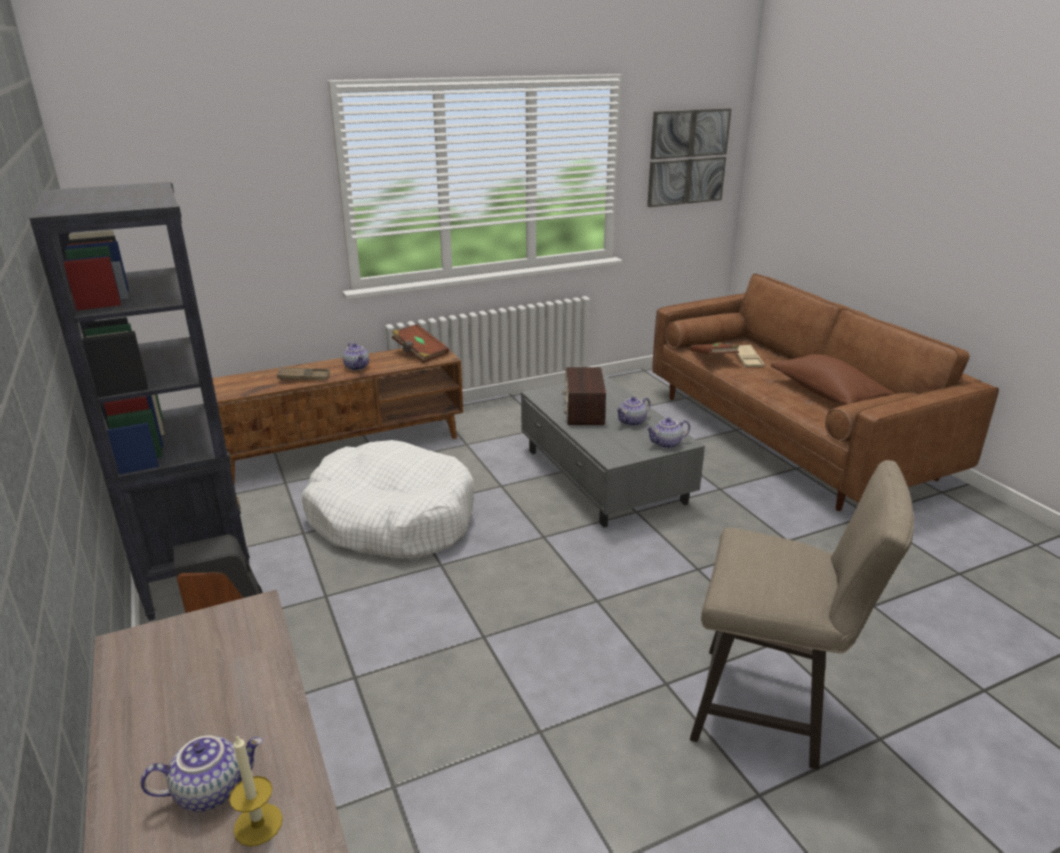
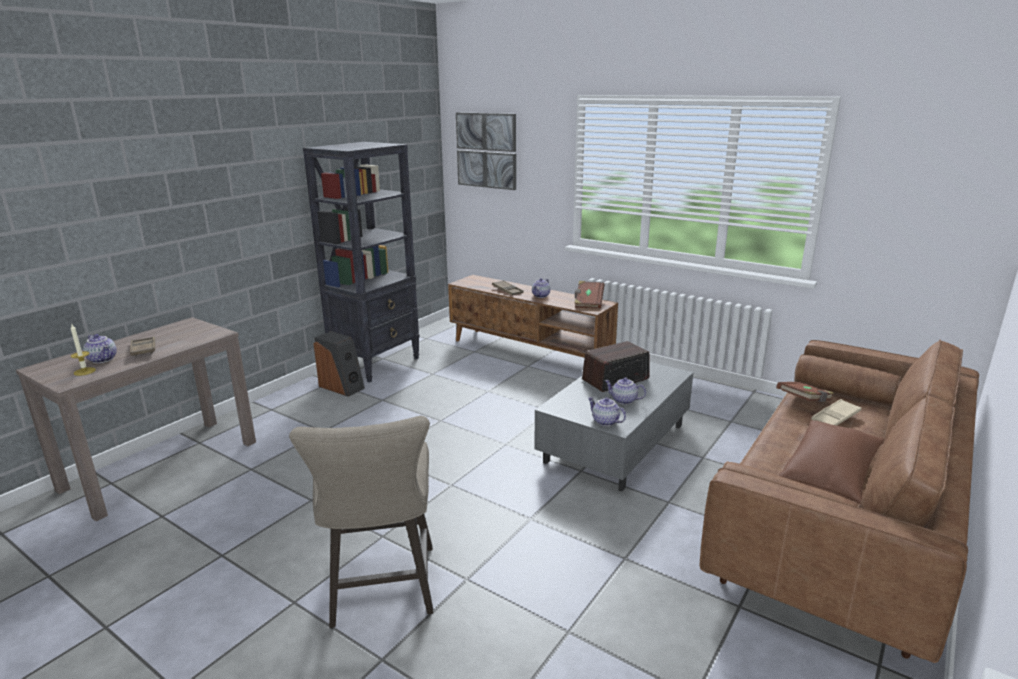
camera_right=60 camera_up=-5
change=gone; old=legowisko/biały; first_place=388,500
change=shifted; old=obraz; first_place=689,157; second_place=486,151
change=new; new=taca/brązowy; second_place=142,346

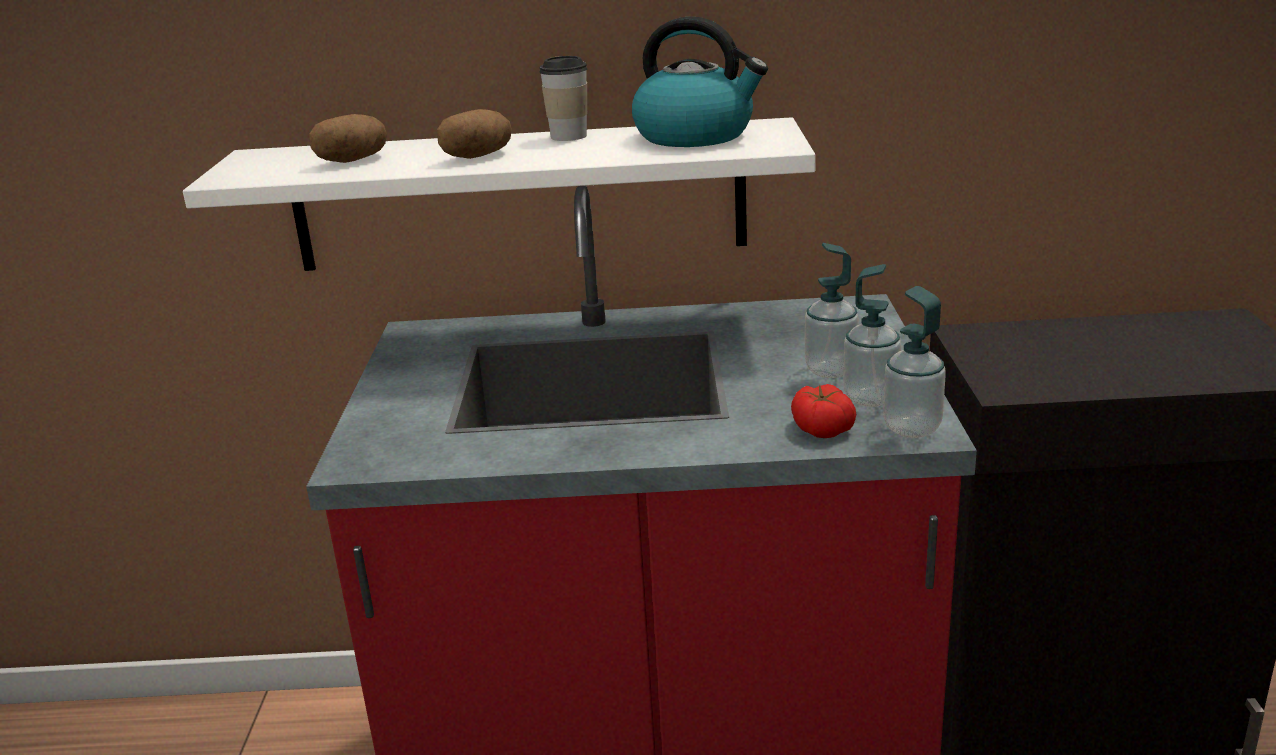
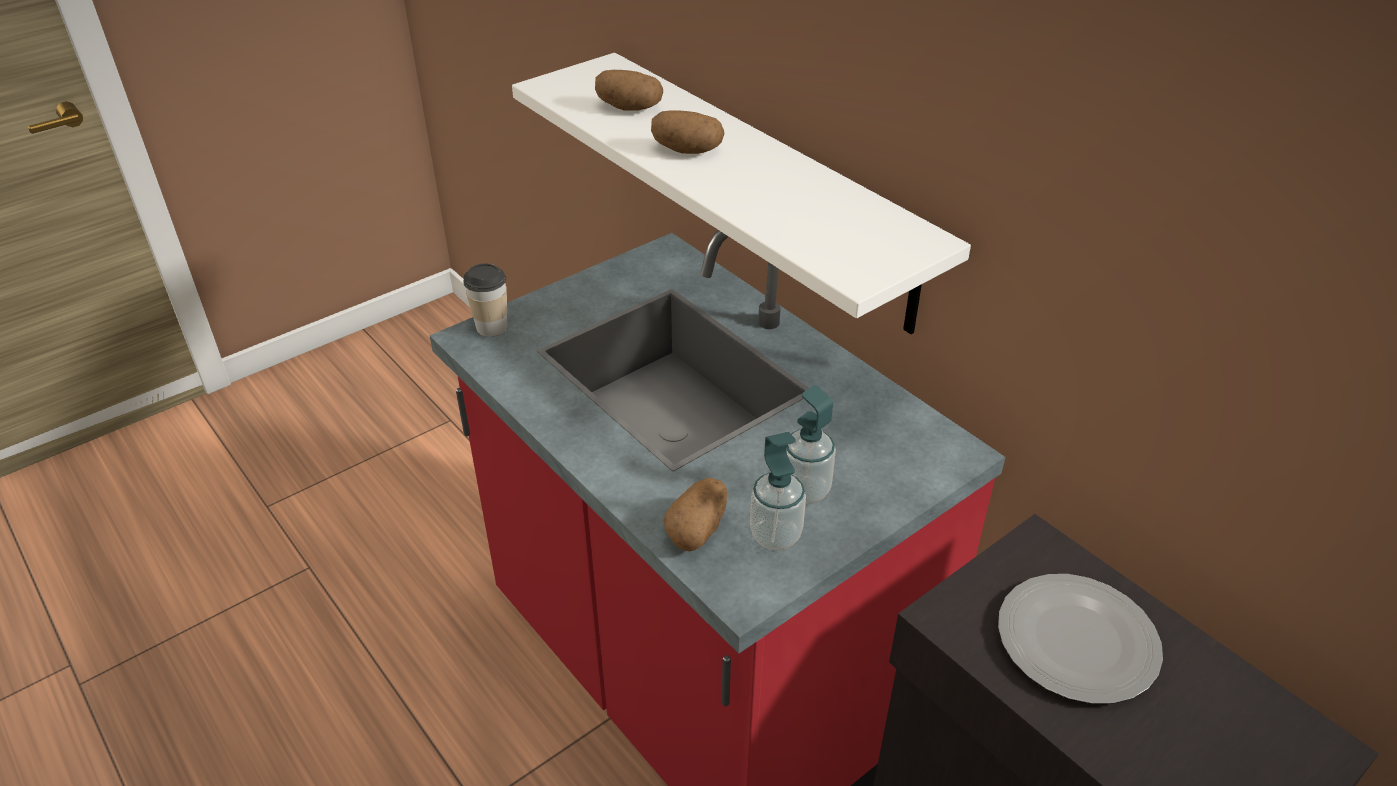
camera_right=50 camera_up=15
change=shifted; old=filiżanka; first_place=563,98; second_place=485,300
change=gone; old=czajnik; first_place=700,81
change=swapped; old=pomidor; new=ziemniak; first_place=824,411; second_place=695,514
change=gone; old=dozownik mydła; first_place=914,362
change=new; new=talerz; second_place=1080,639

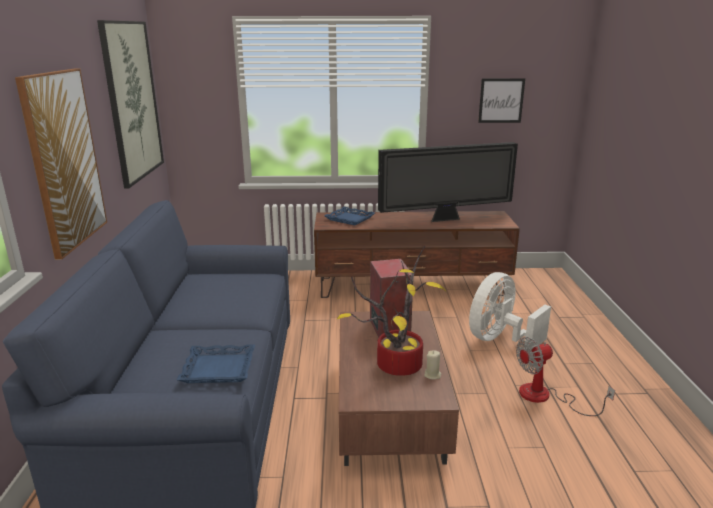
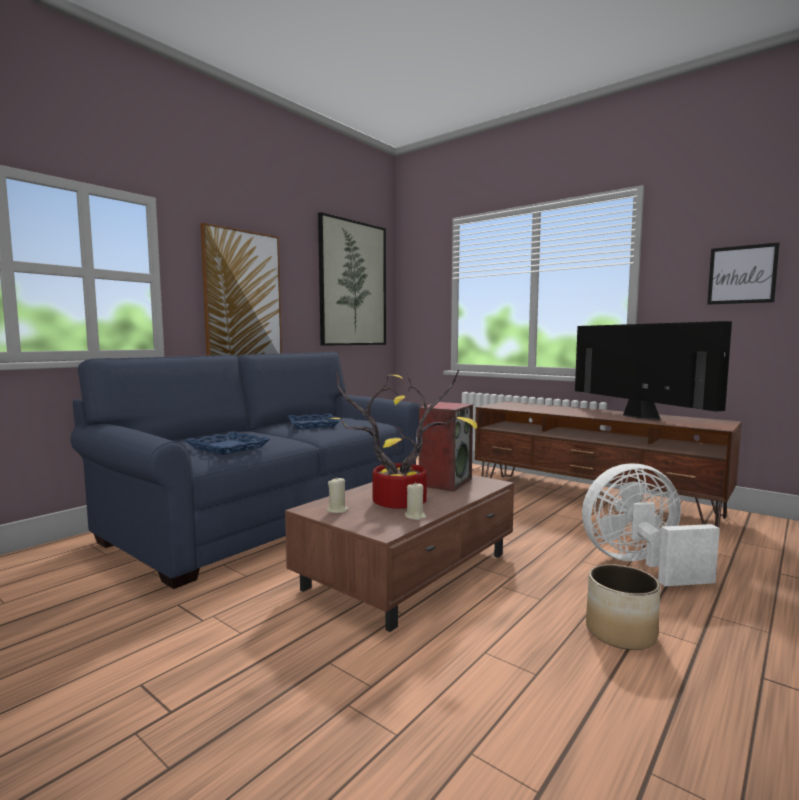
camera_right=40 camera_up=-15
change=shifted; old=taca/niebieski; first_place=349,216; second_place=314,421
change=rotated; old=telewizor; first_place=448,182; second_place=653,370; degrees=-135
change=swapped; old=wentylator; new=donica; first_place=565,376; second_place=623,607
change=new; new=świeca/beżowy; second_place=338,495

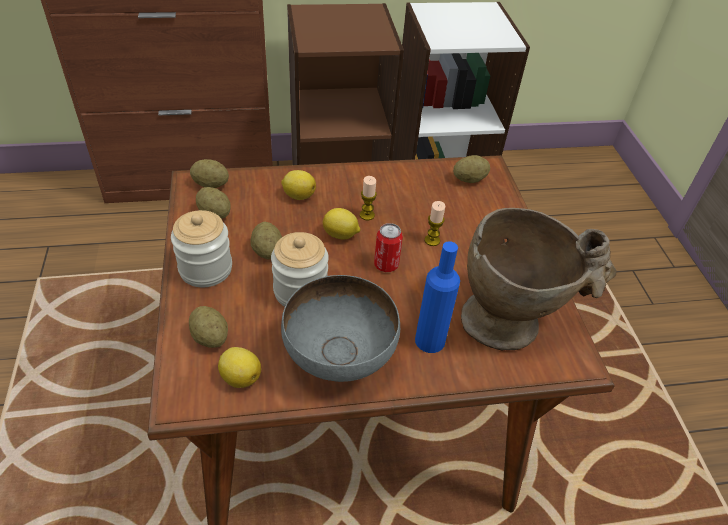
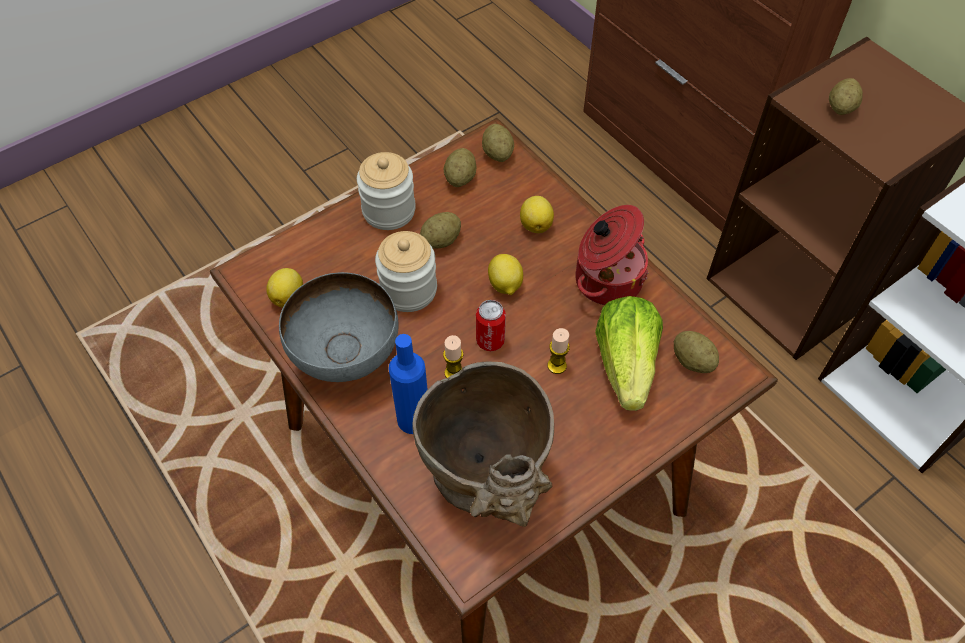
camera_right=65 camera_up=10
change=shifted; old=ziemniak; first_place=208,327; second_place=846,96
change=shifted; old=świeca; first_place=368,198; second_place=453,356
change=new; new=garnek; second_place=611,255
change=new; new=sałata; second_place=629,353

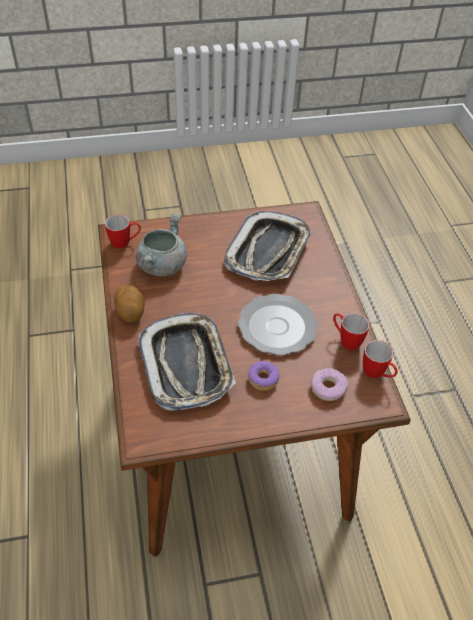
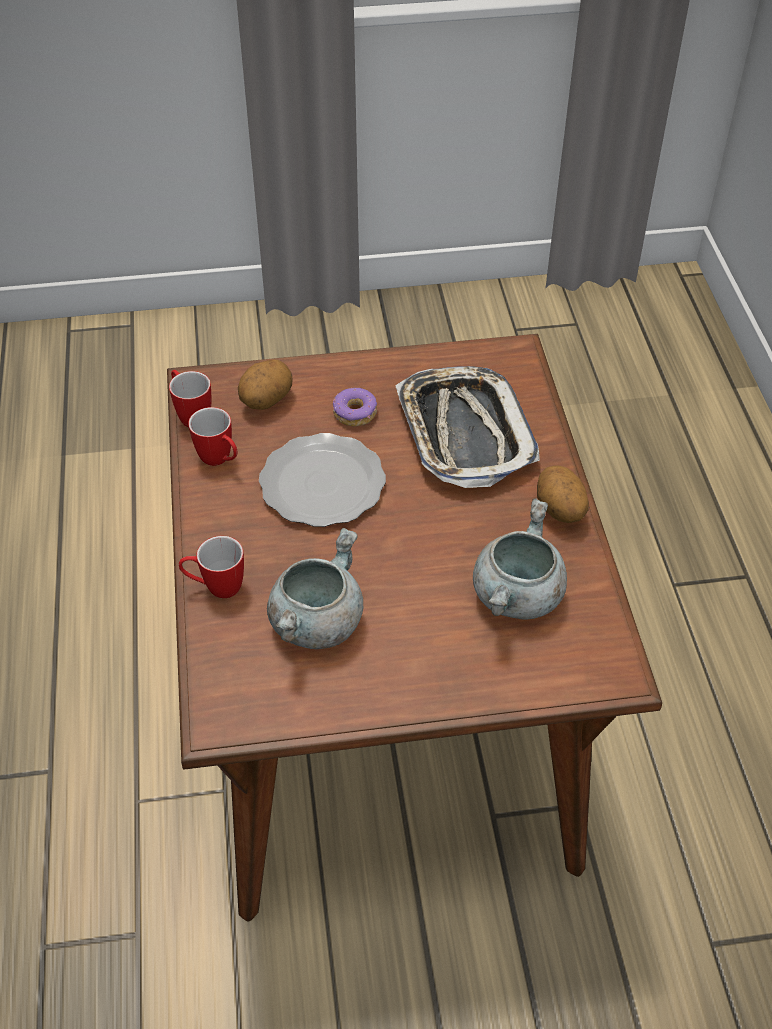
camera_right=-175 camera_up=0
change=shifted; old=kubek; first_place=123,231; second_place=211,567
change=swapped; old=taca; new=garnek/szary; first_place=267,246; second_place=315,588
change=swapped; old=donut; new=ziemniak; first_place=329,384; second_place=265,384

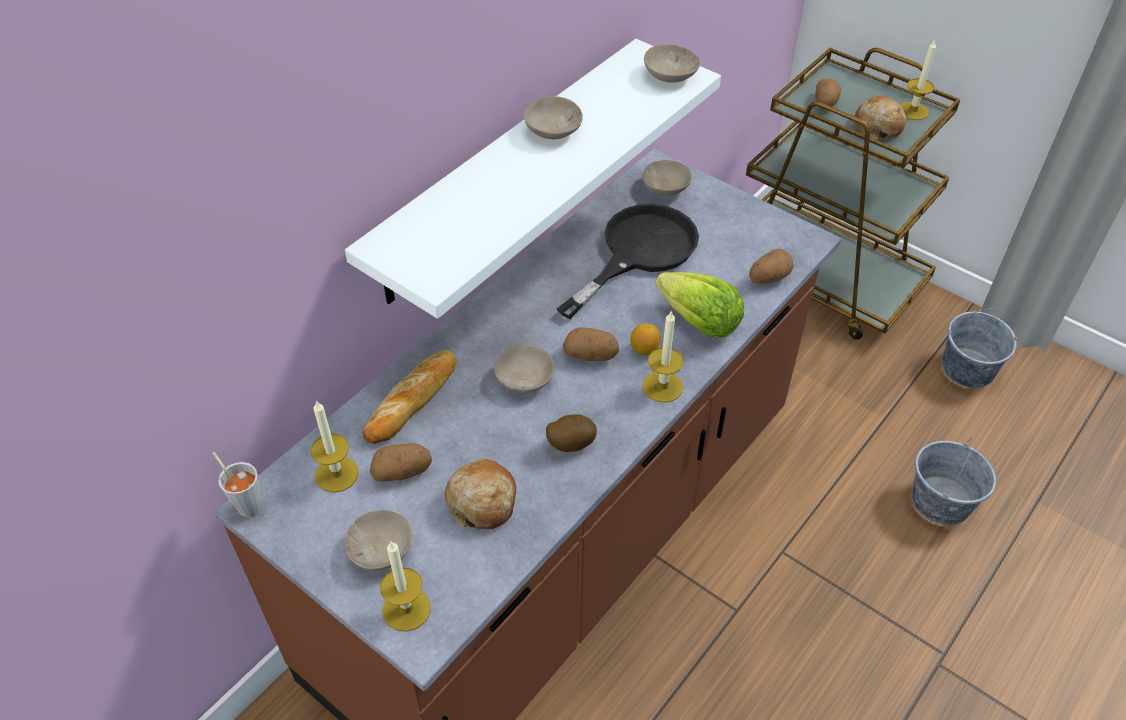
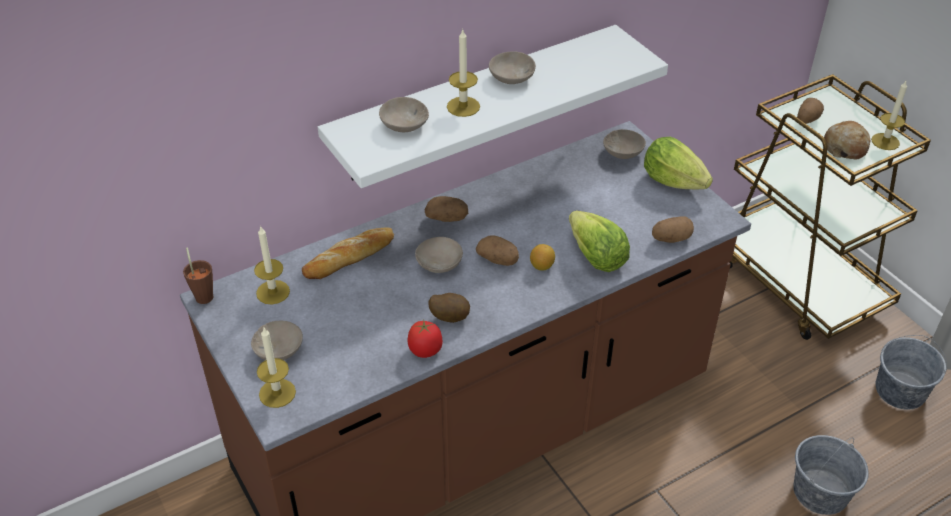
camera_right=20 camera_up=-5
change=repainted; old=filiżanka/szary; new=filiżanka/brązowy; first_place=237,484; second_place=198,276
change=shifted; old=ziemniak; first_place=401,462; second_place=446,209
change=gone; old=chleb; first_place=480,494
change=gone; old=patelnia/czarny; first_place=628,261
change=shifted; old=świeca; first_place=663,356; second_place=463,73
change=shifted; old=miska/beżowy; first_place=672,63; second_place=404,114
change=new; new=pomidor; second_place=425,339
change=new; new=sałata; second_place=678,163

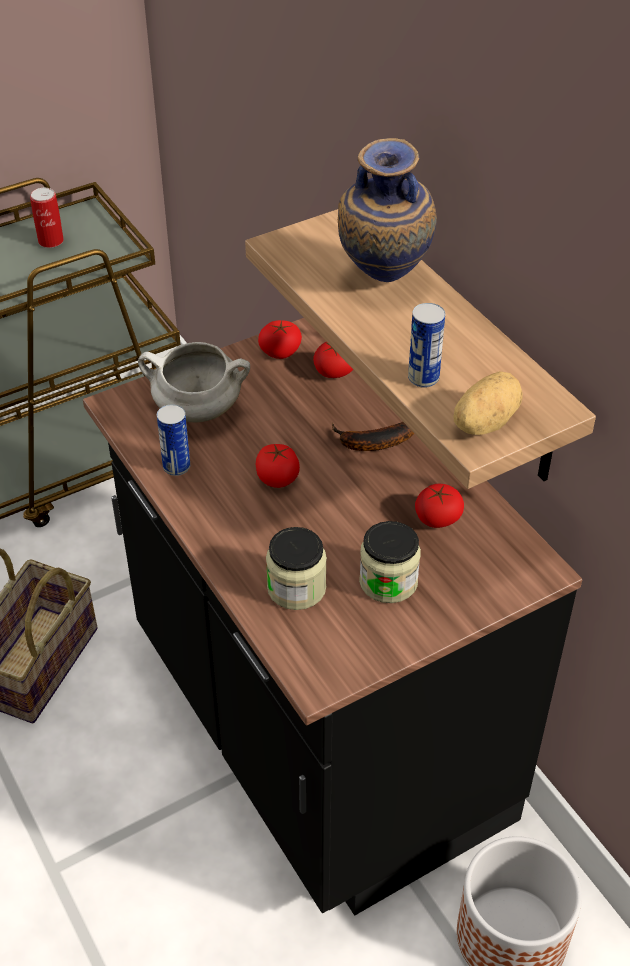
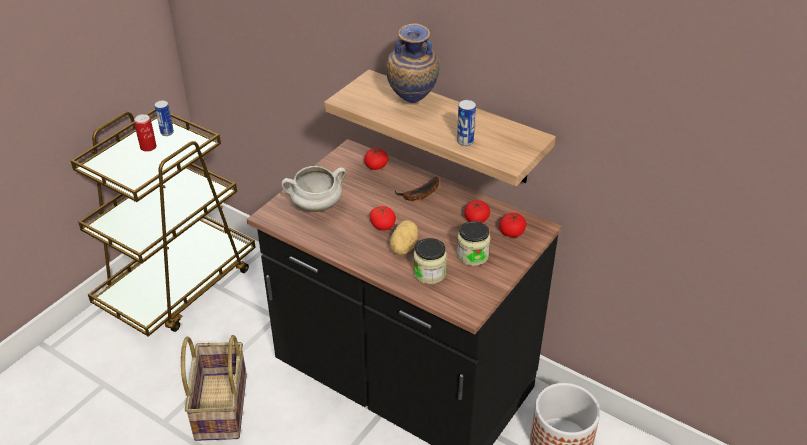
camera_right=-25 camera_up=-5
change=shifted; old=puszka; first_place=173,440; second_place=164,118
change=shifted; old=pomidor; first_place=280,339; second_place=512,225
change=shifted; old=ziemniak; first_place=488,403; second_place=404,237

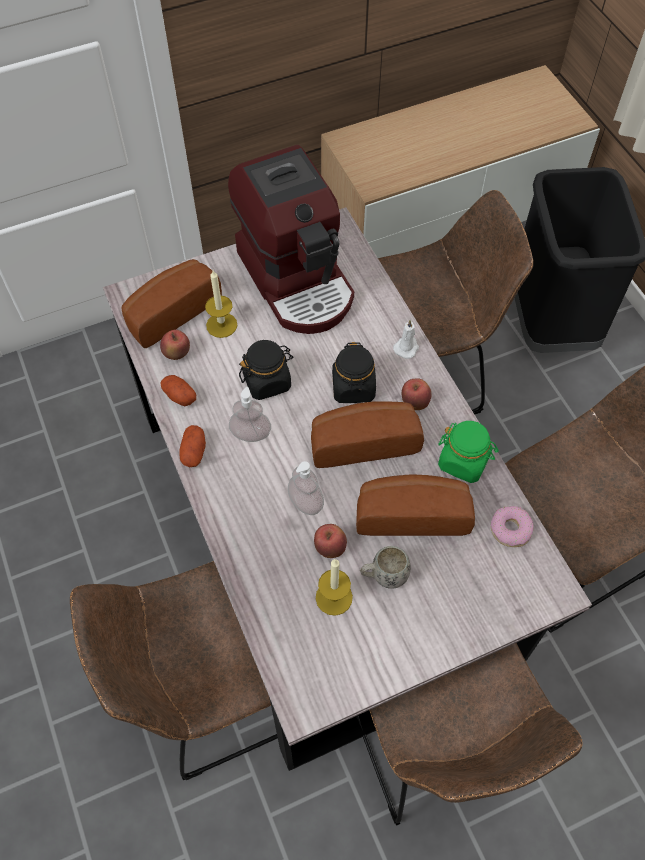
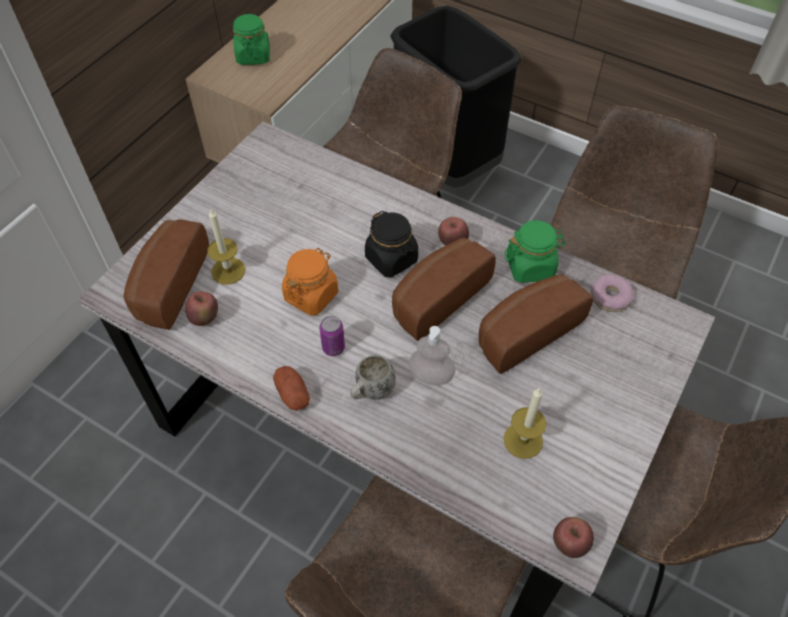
camera_right=-35 camera_up=-5
change=gone; old=ziemniak; first_place=178,390
change=gone; old=ekspres do kawy; first_place=291,239
change=swapped; old=dozownik mydła; new=puszka; first_place=250,414; second_place=332,336
change=repainted; old=słoik/czarny; new=słoik/pomarańczowy; first_place=266,370; second_place=310,282
change=shifted; old=jabłko; first_place=330,541; second_place=573,537
change=shifted; old=kubek/biały; first_place=385,567; second_place=373,377
change=gone; old=świeca/biały; first_place=406,339
change=new; new=słoik/zielony; second_place=251,39

